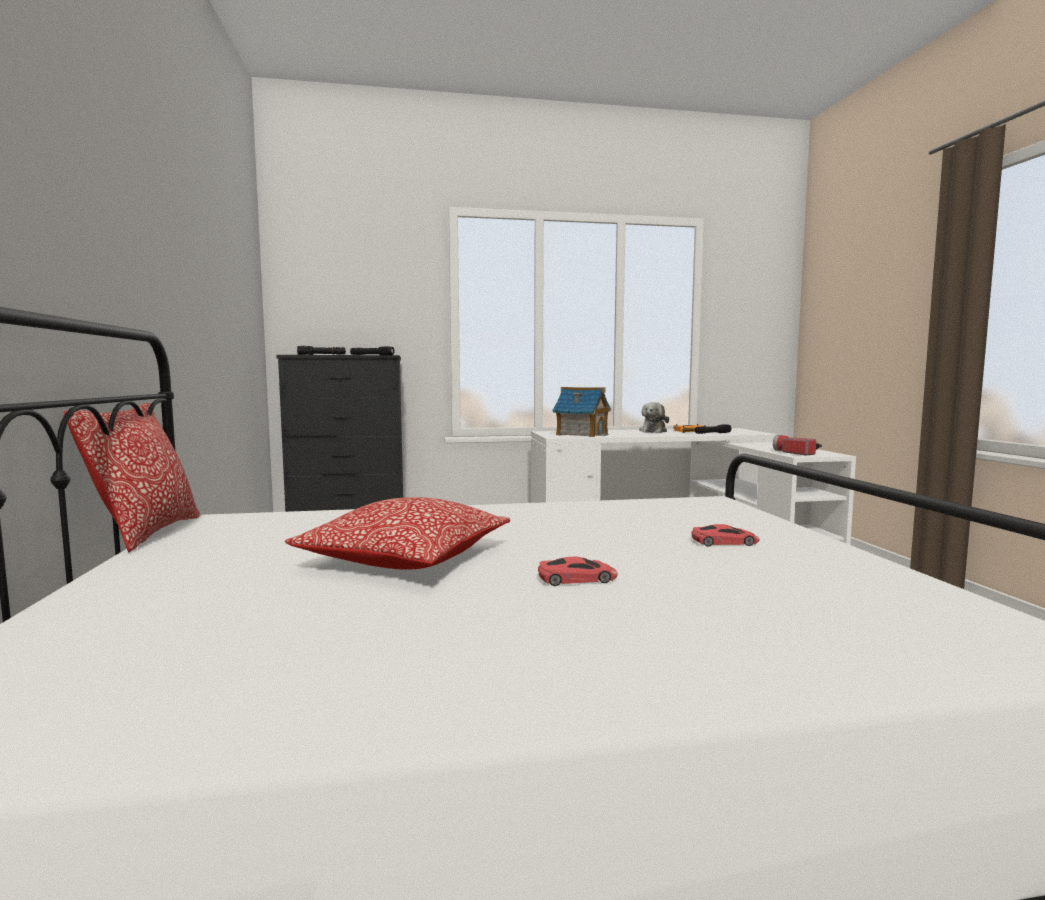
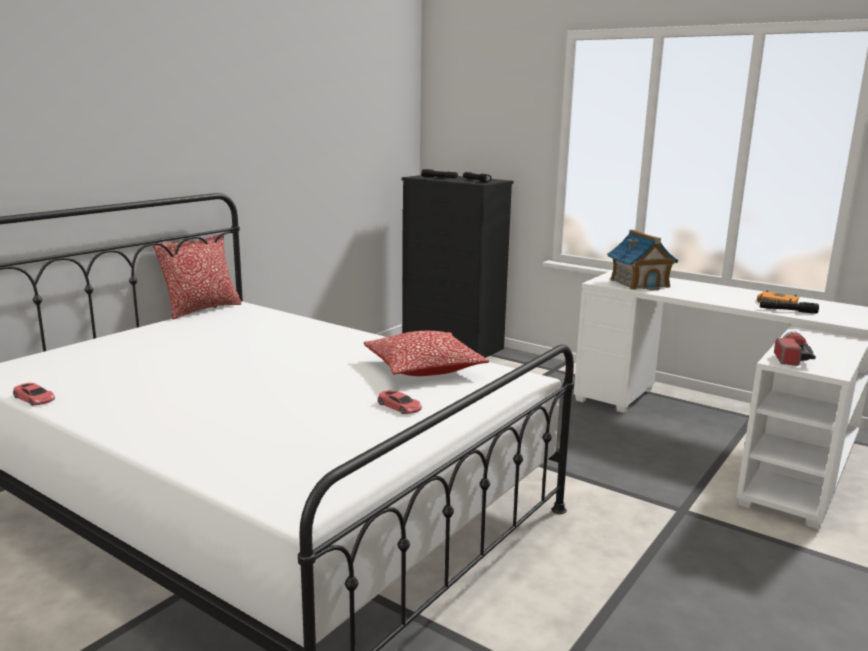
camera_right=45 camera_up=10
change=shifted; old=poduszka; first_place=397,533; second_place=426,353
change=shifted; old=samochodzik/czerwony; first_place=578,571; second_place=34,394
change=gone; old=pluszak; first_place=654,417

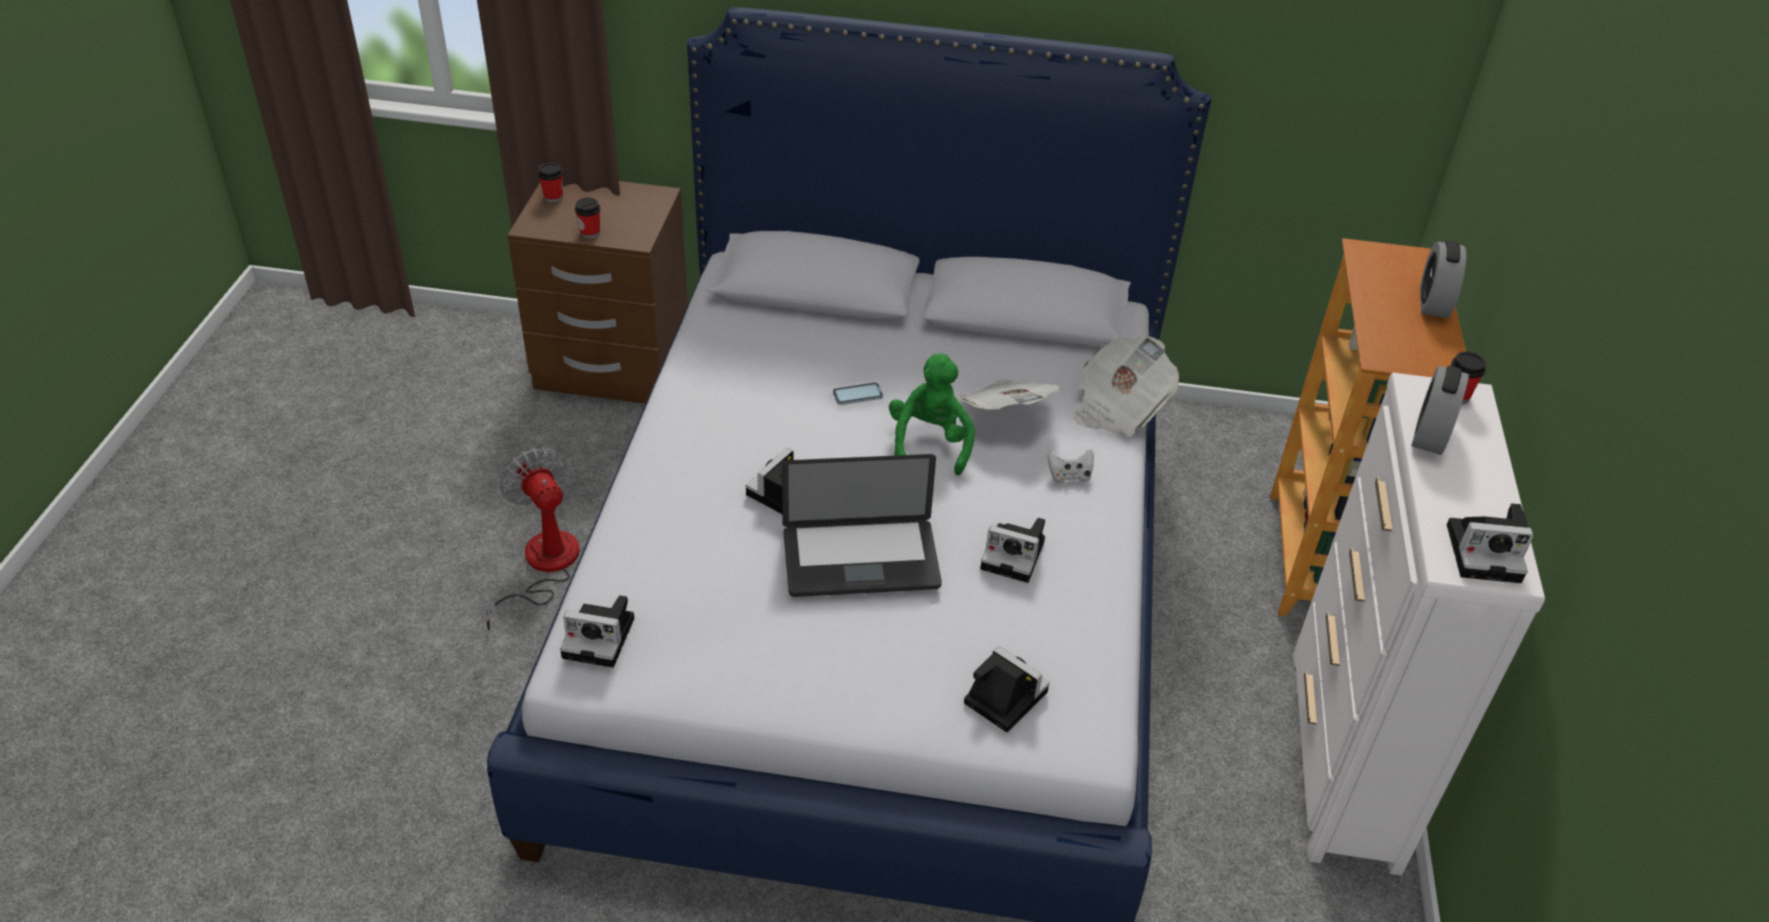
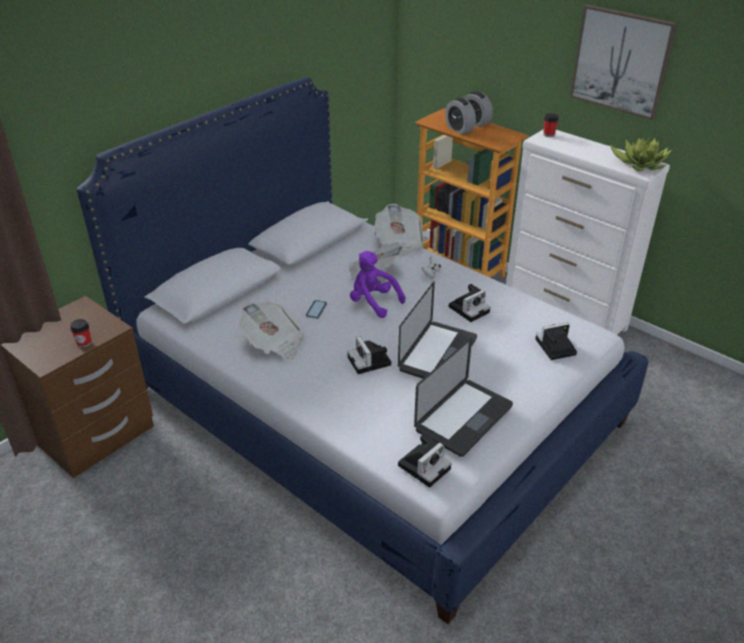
camera_right=-55 camera_up=-5
change=gone; old=wentylator; first_place=530,539
change=gone; old=filiżanka; first_place=550,182
change=repainted; old=pluszak/zielony; new=pluszak/fioletowy; first_place=932,414; second_place=378,284
change=shifted; old=budzik; first_place=1440,410; second_place=460,116
change=swapped; old=aparat fotograficzny; new=roślina doniczkowa; first_place=1490,543; second_place=641,154
change=new; new=gazeta; second_place=271,331
change=new; new=laptop; second_place=463,397
change=new; new=obraz; second_place=623,62

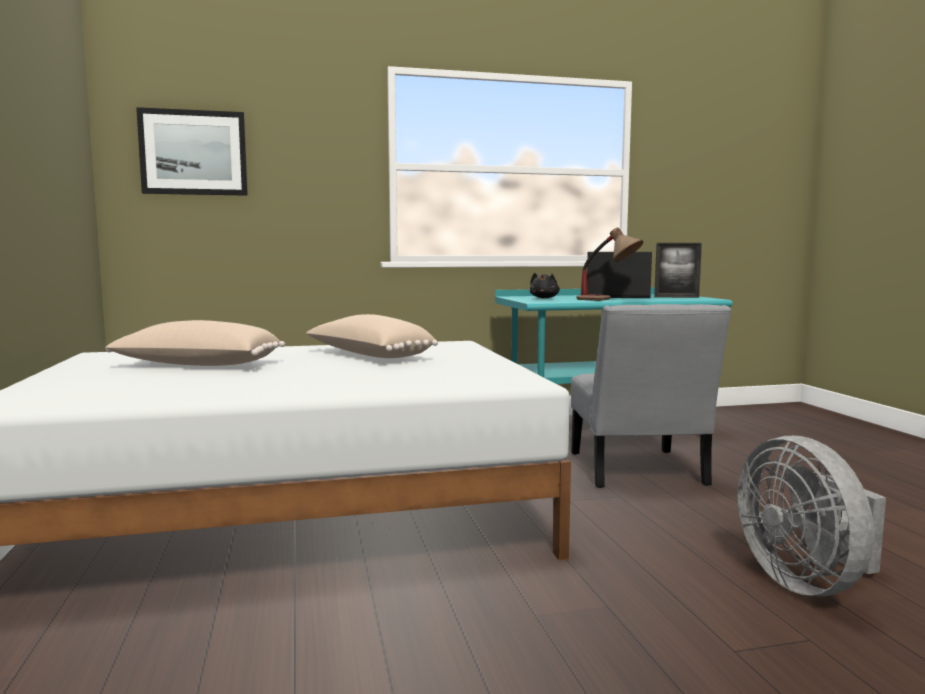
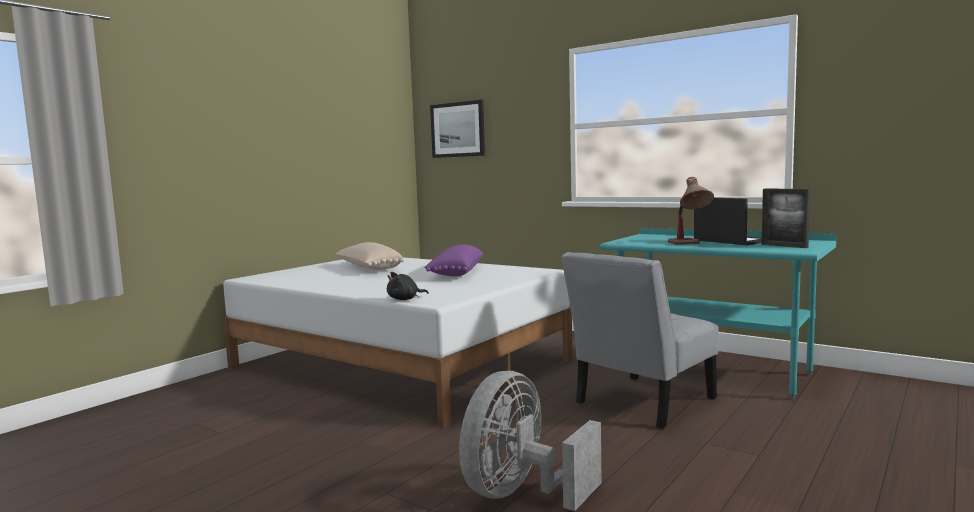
camera_right=50 camera_up=0
change=repainted; old=poduszka/beżowy; new=poduszka/fioletowy; first_place=372,336; second_place=453,261
change=shifted; old=pluszak/czarny; first_place=545,285; second_place=408,286

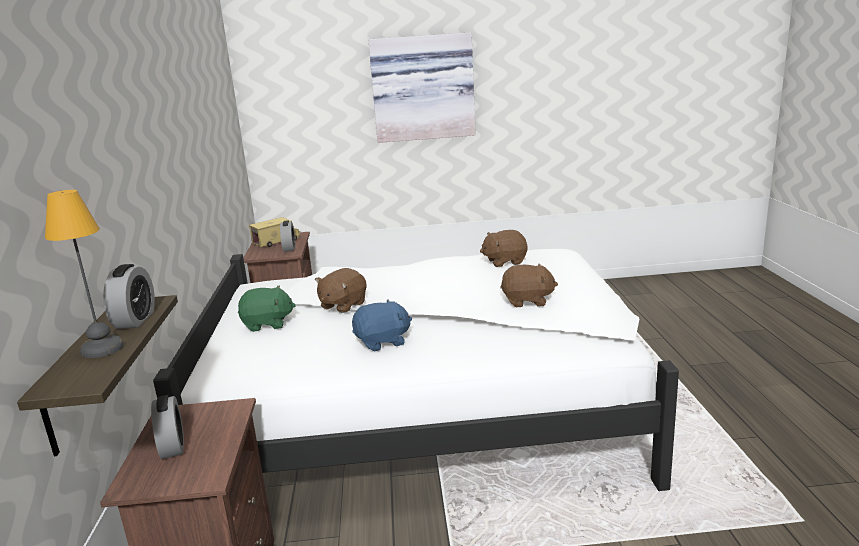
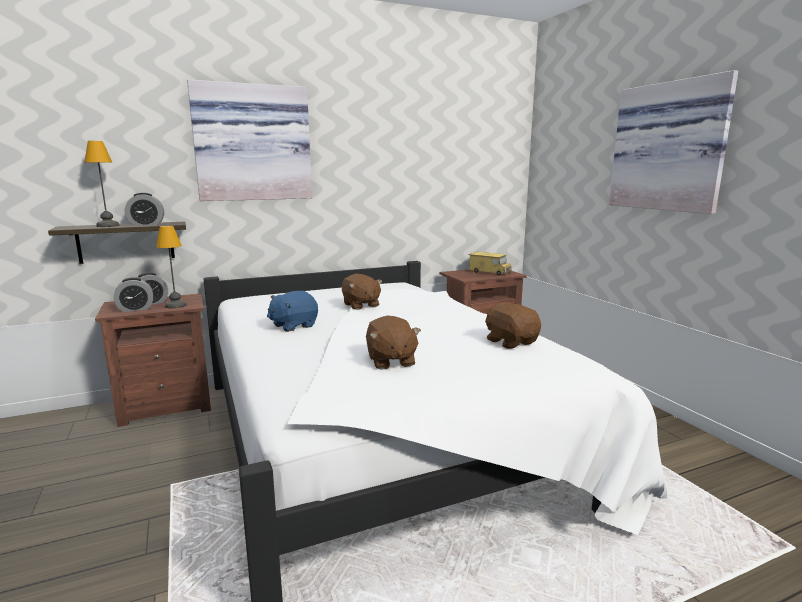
camera_right=70 camera_up=-5
change=gone; old=pluszak/zielony; first_place=267,308
change=shifted; old=budzik; first_place=288,236; second_place=133,294
change=rotated; old=pluszak/brązowy; first_place=341,290; second_place=362,292; degrees=-135
change=rotated; old=pluszak/niebieski; first_place=382,325; second_place=292,311; degrees=90
change=new; new=lampa stołowa; second_place=171,267
change=new; new=obraz; second_place=249,140

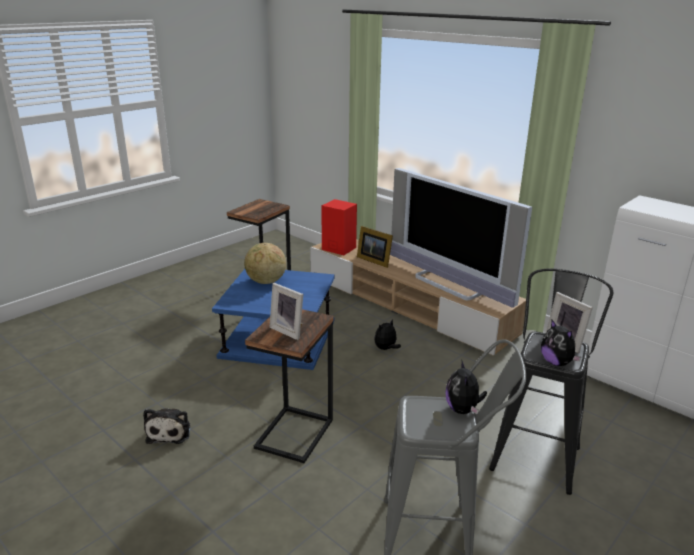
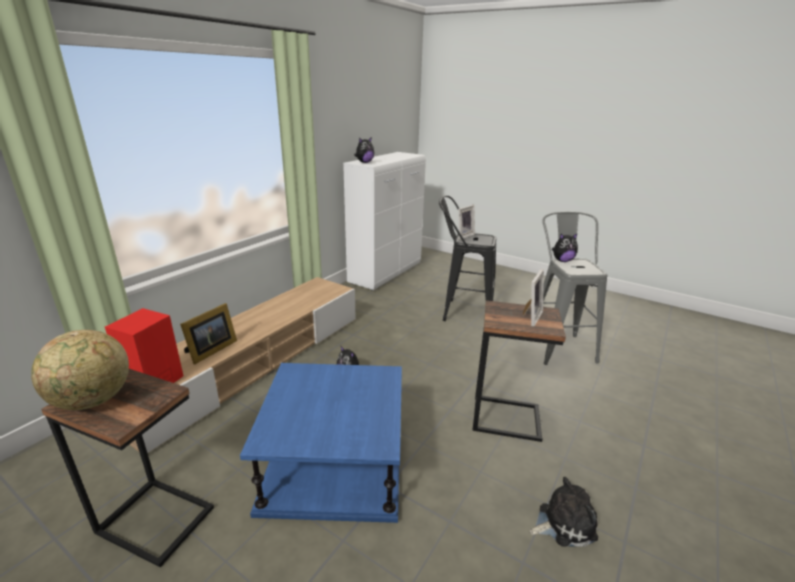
camera_right=-100 camera_up=0
change=shifted; old=globus; first_place=265,263; second_place=80,370
change=gone; old=telewizor; first_place=461,238
change=shifted; old=pluszak; first_place=561,343; second_place=364,150

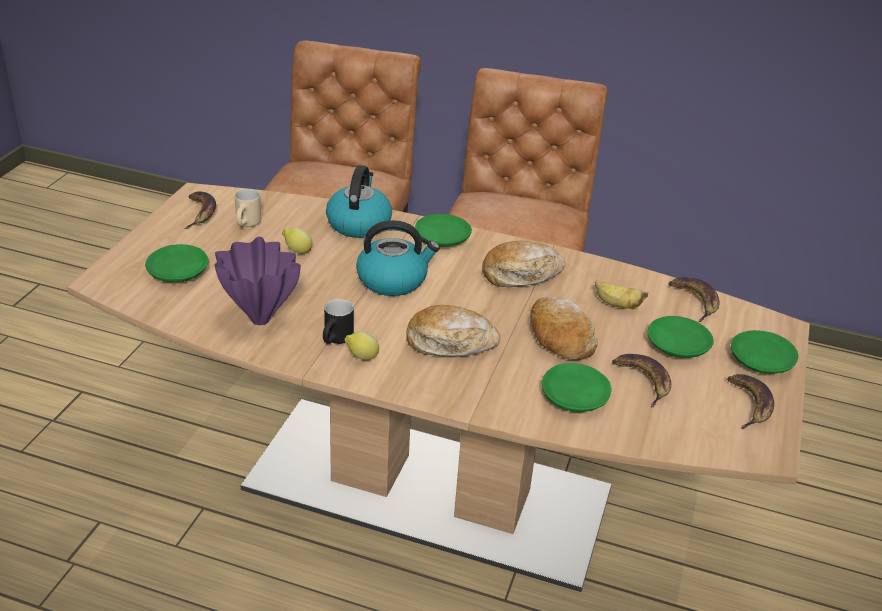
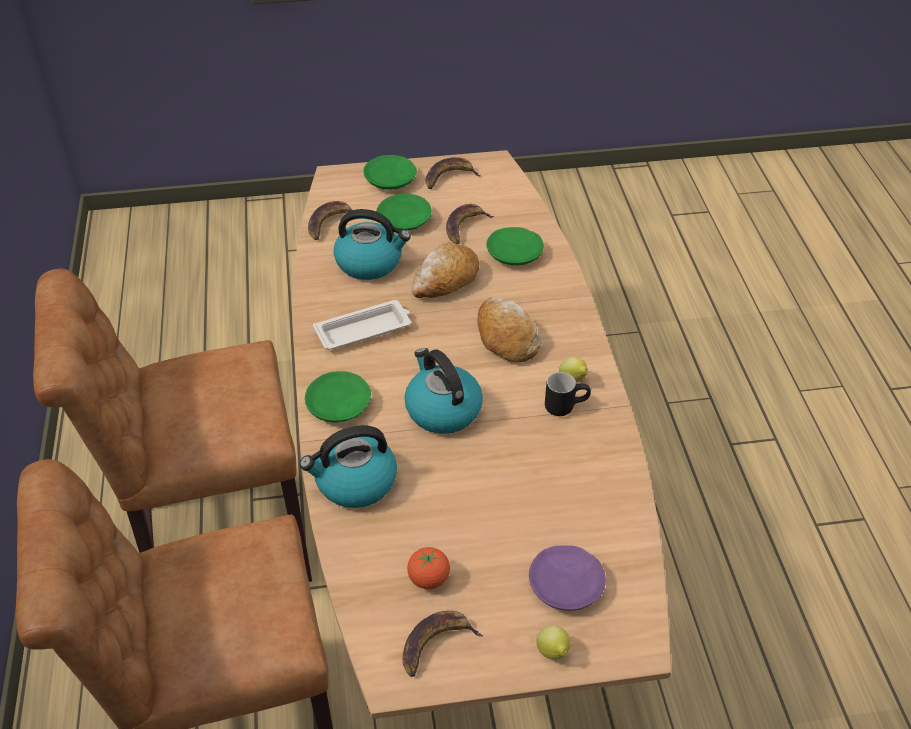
camera_right=-115 camera_up=10
change=repainted; old=talerz/zielony; new=talerz/fioletowy; first_place=176,263; second_place=567,578
change=gone; old=wazon/fioletowy; first_place=257,281
change=swapped; old=kubek/beżowy; new=pomidor; first_place=248,208; second_place=428,568
change=shifted; old=cytryna; first_place=297,241; second_place=553,642
change=swapped; old=chleb; new=taca/biały; first_place=524,264; second_place=362,325
change=swapped; old=banan; new=czajnik; first_place=621,294; second_place=372,244

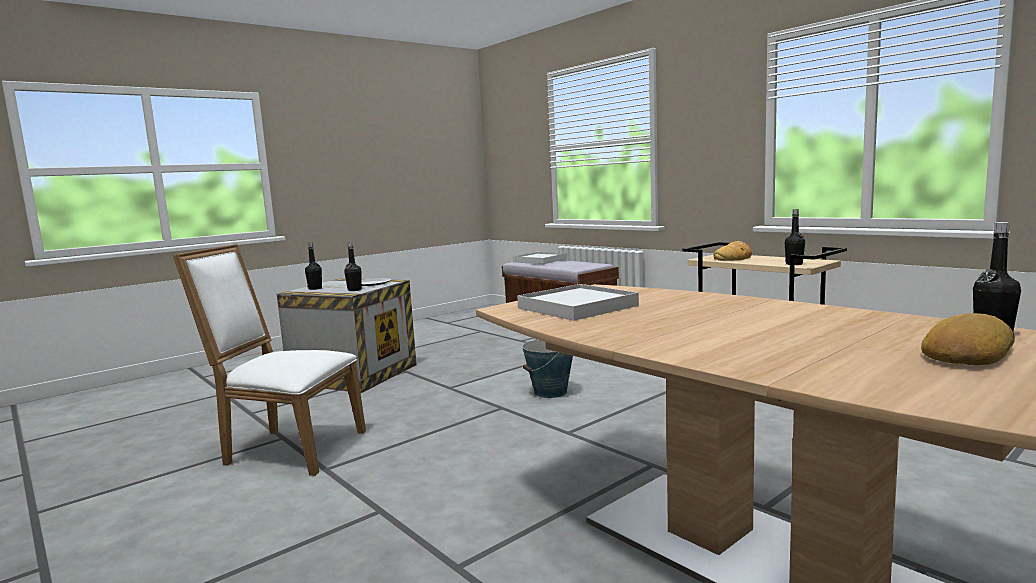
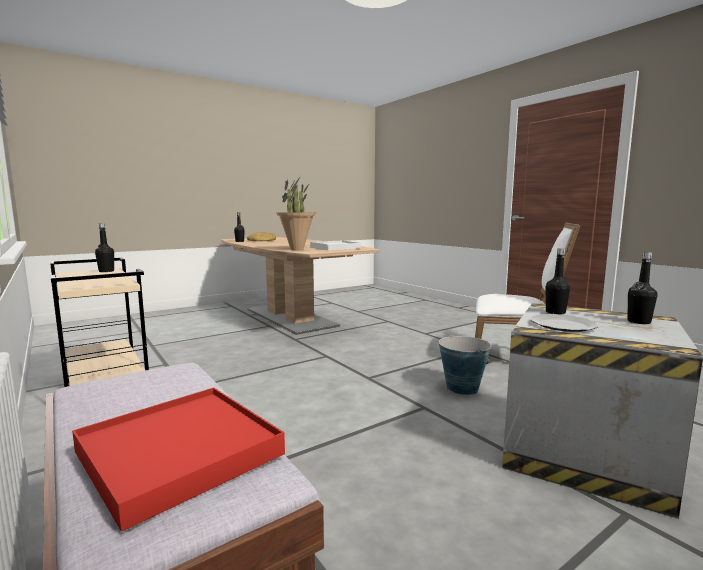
camera_right=-175 camera_up=0
change=repainted; old=taca/biały; new=taca/czerwony; first_place=540,258; second_place=178,460
change=shifted; old=wiadro; first_place=547,368; second_place=465,364
change=gone; old=chleb; first_place=732,251
change=new; new=roślina doniczkowa; second_place=296,214

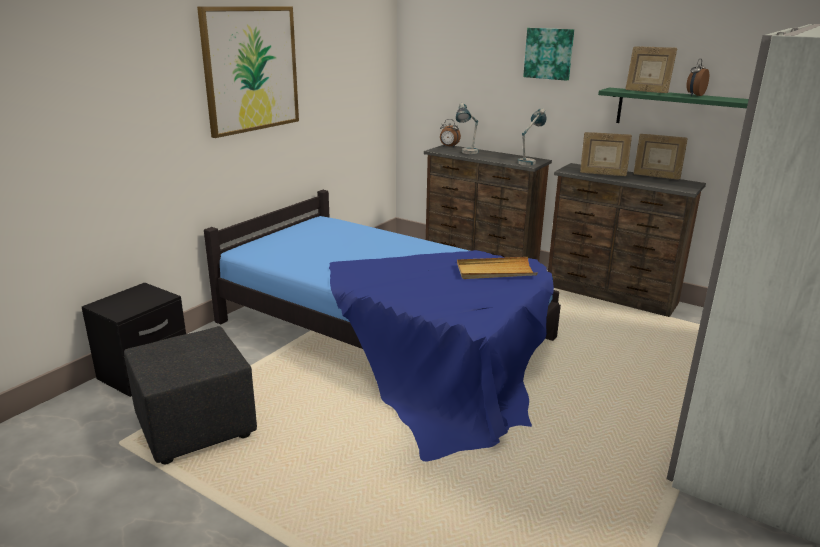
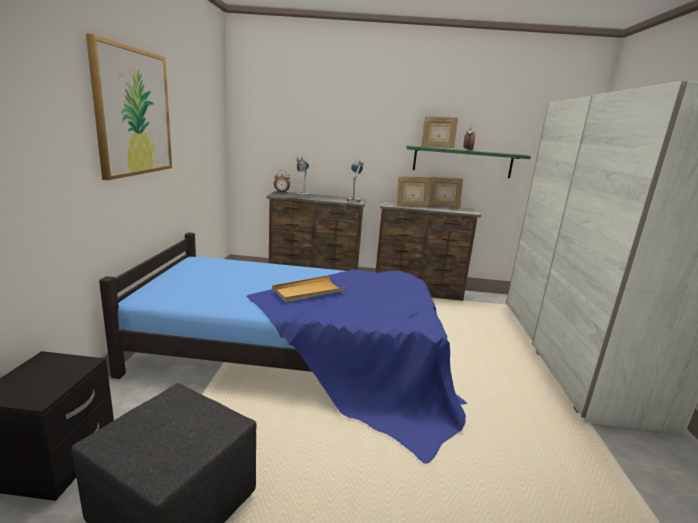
camera_right=-30 camera_up=-5
change=shifted; old=taca/beżowy; first_place=497,268; second_place=309,288
change=gone; old=obraz; first_place=548,54

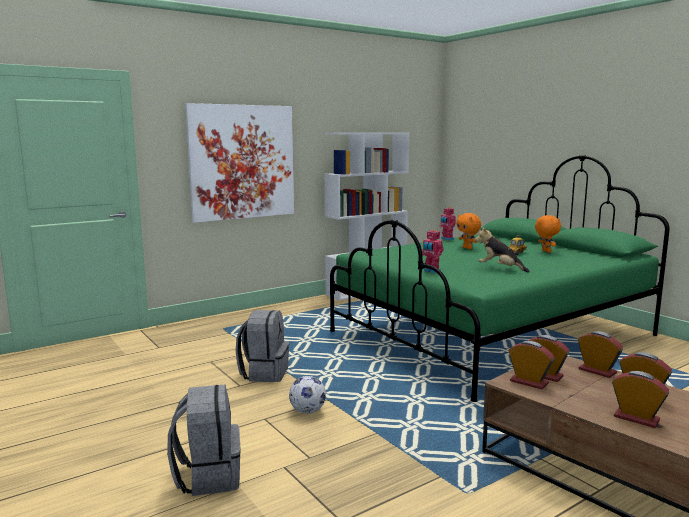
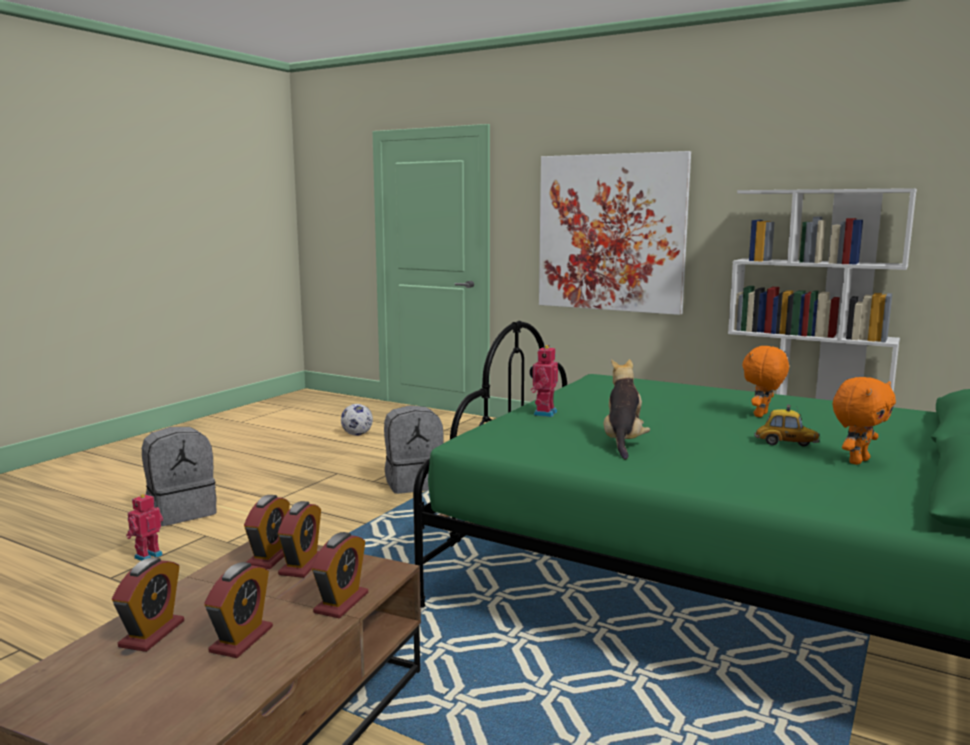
camera_right=65 camera_up=0
change=shifted; old=piłka futbolowa; first_place=307,395; second_place=357,420
change=shifted; old=robot zabawkowy; first_place=447,223; second_place=144,527

